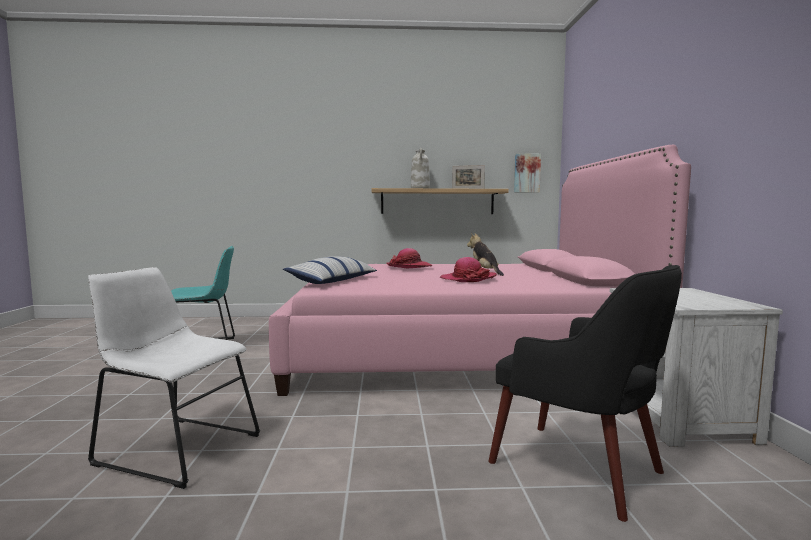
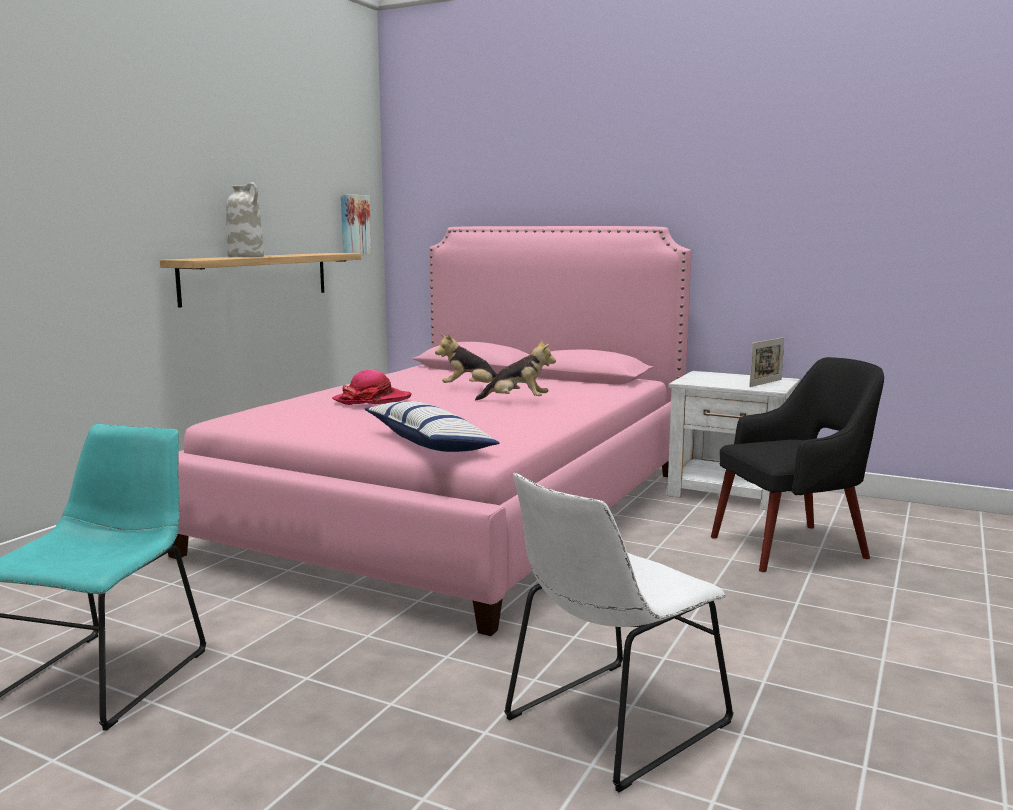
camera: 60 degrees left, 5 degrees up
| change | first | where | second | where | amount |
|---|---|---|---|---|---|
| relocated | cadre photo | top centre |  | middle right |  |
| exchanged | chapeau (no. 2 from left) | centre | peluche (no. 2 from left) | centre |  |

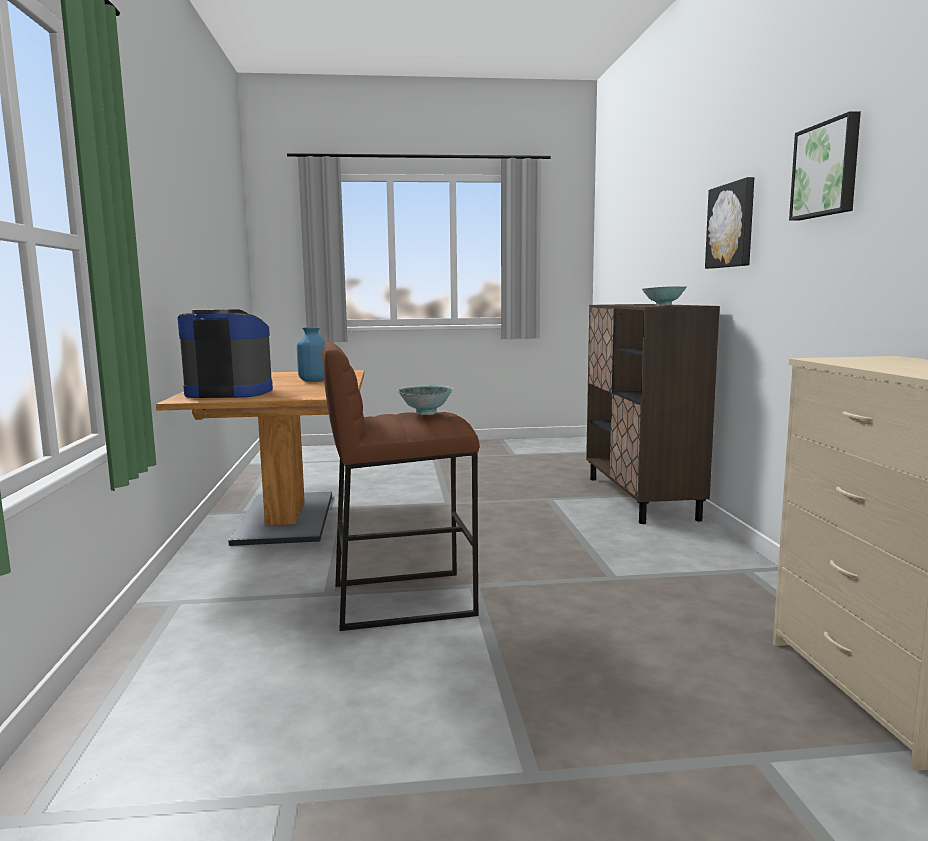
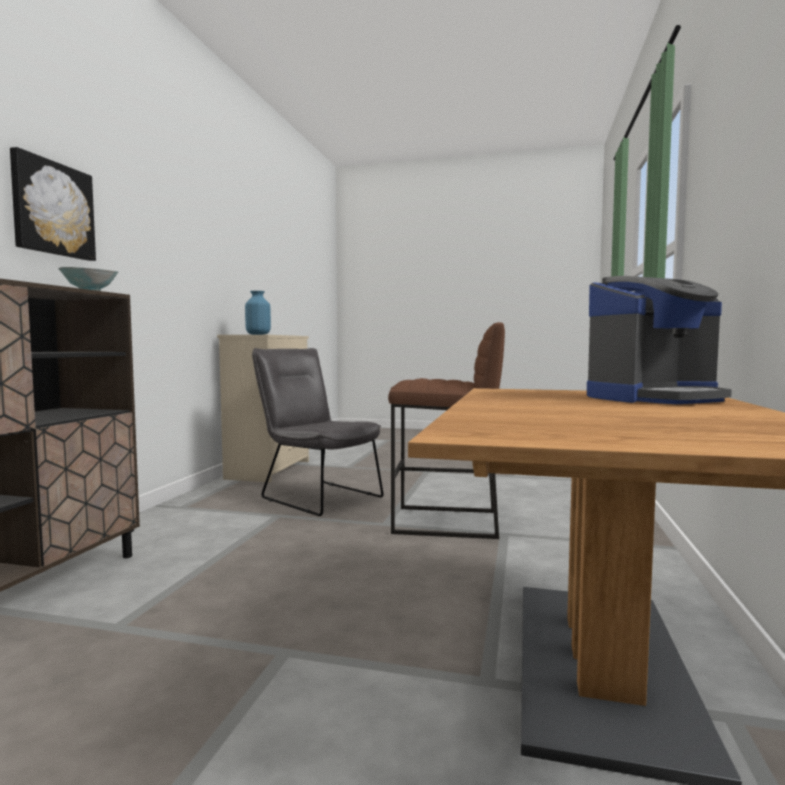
camera: 160 degrees left, 5 degrees down
| change | first | where | second | where | amount |
|---|---|---|---|---|---|
| missing | tableau (no. 2 from left) | top right |  |  |  |
| spun | machine à café | middle left |  | middle right | 45 degrees counterclockwise |
| relocated | vase (bleu) | centre |  | middle left |  |
| missing | bol (no. 1 from left) | centre |  |  |  |
| appeared |  |  | chaise (gris) | centre |  |

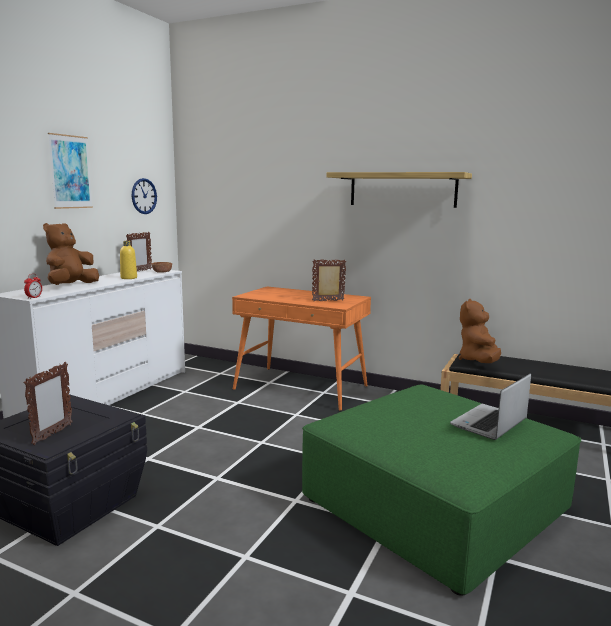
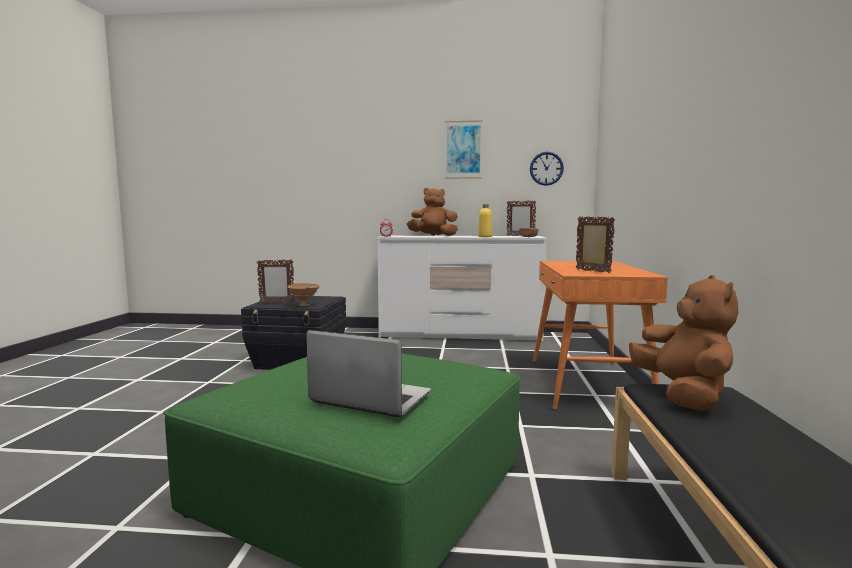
camera: 70 degrees right, 5 degrees down
| change | first | where | second | where | amount |
|---|---|---|---|---|---|
| missing | étagère | top centre |  |  |  |
| spun | peluche (marron) (no. 2 from left) | middle right |  | middle right | 90 degrees clockwise |
| appeared |  |  | bol (marron) (no. 1 from left) | centre |  |

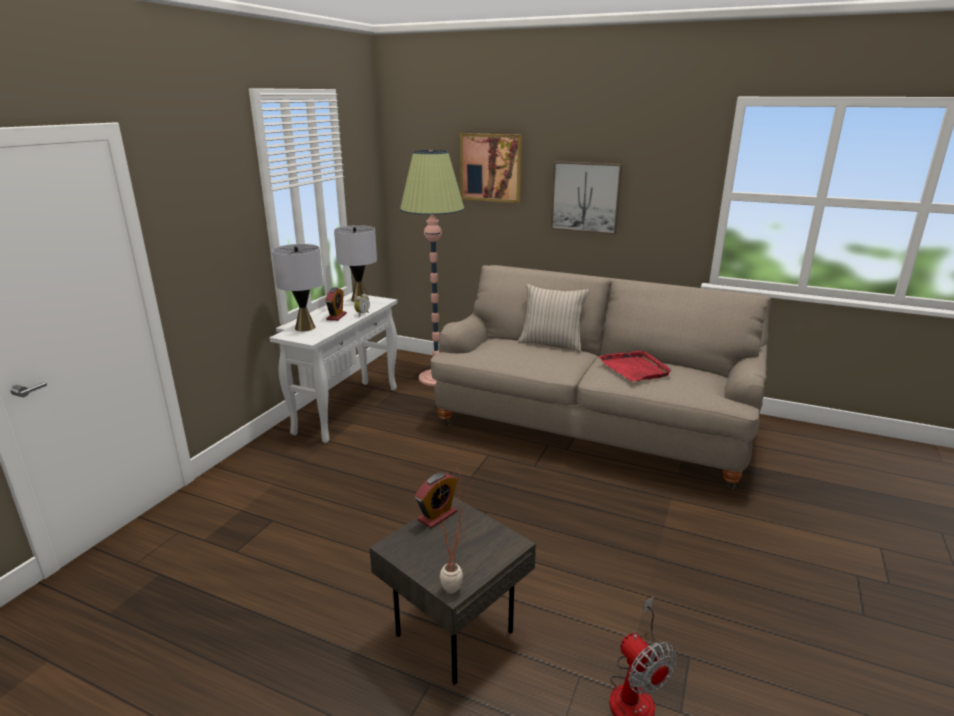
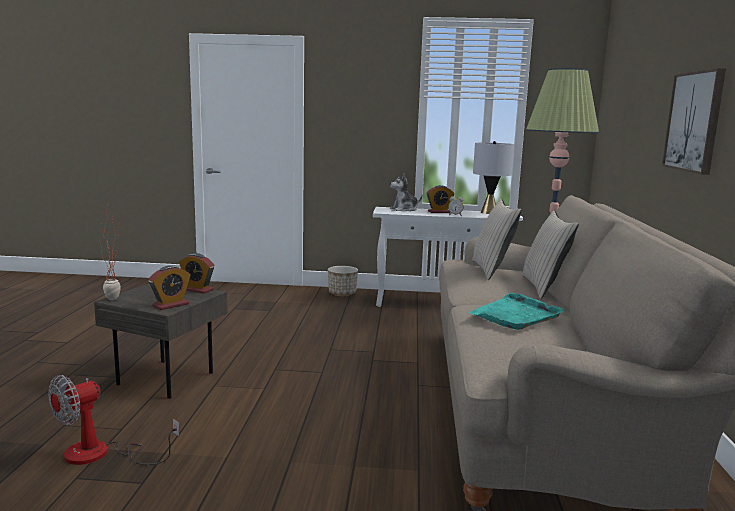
camera: 70 degrees right, 10 degrees down
| change | first | where | second | where | amount |
|---|---|---|---|---|---|
| missing | tableau (no. 1 from left) | top centre |  |  |  |
| exchanged | lampe de table (gris) (no. 1 from left) | middle left | peluche | centre |  |
| colour | plateau (rouge) | centre | plateau (turquoise) | middle right |  |
| appeared |  |  | coussin (beige) (no. 1 from left) | middle right |  |
| appeared |  |  | réveil (no. 1 from left) | middle left |  |
| appeared |  |  | cache-pot | centre |  |

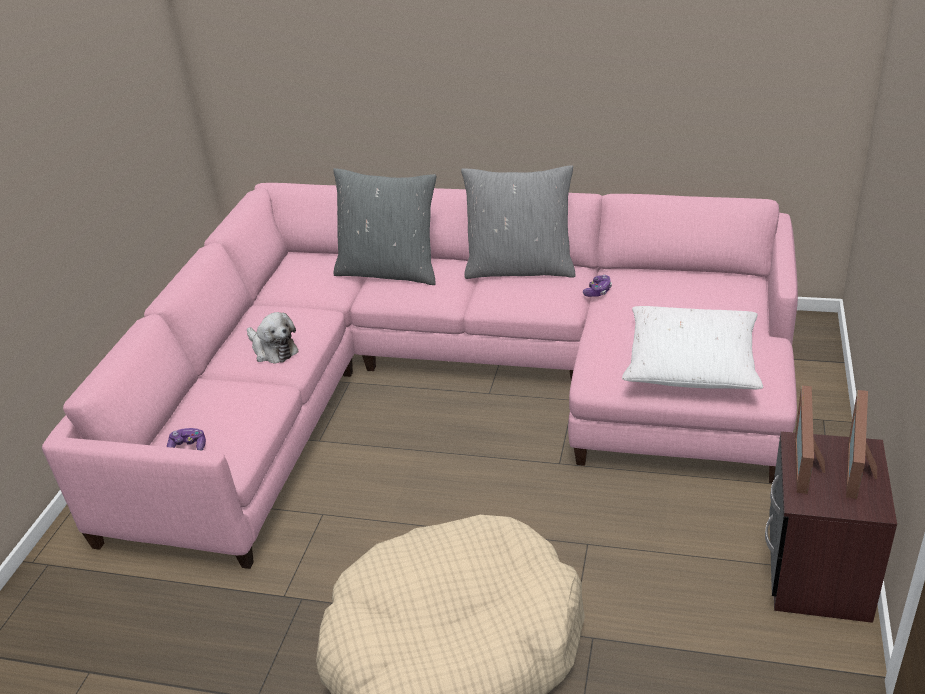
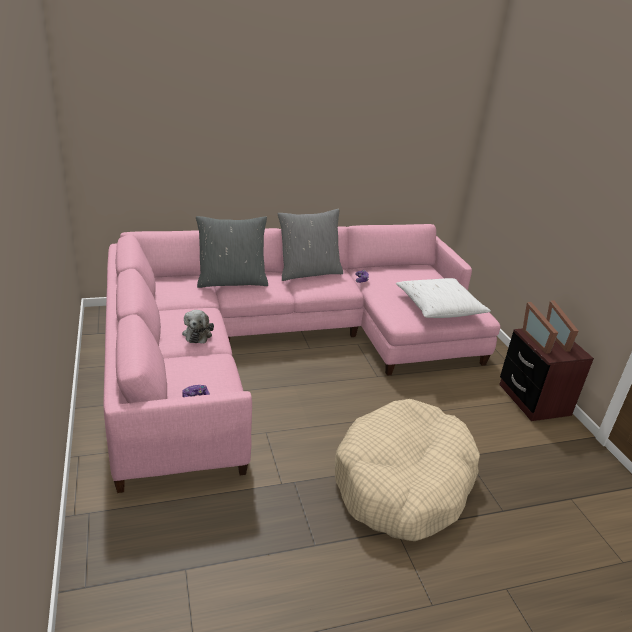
camera: 35 degrees left, 5 degrees down
| change | first | where | second | where | amount |
|---|---|---|---|---|---|
| spun | peluche | middle left |  | middle left | 75 degrees clockwise |

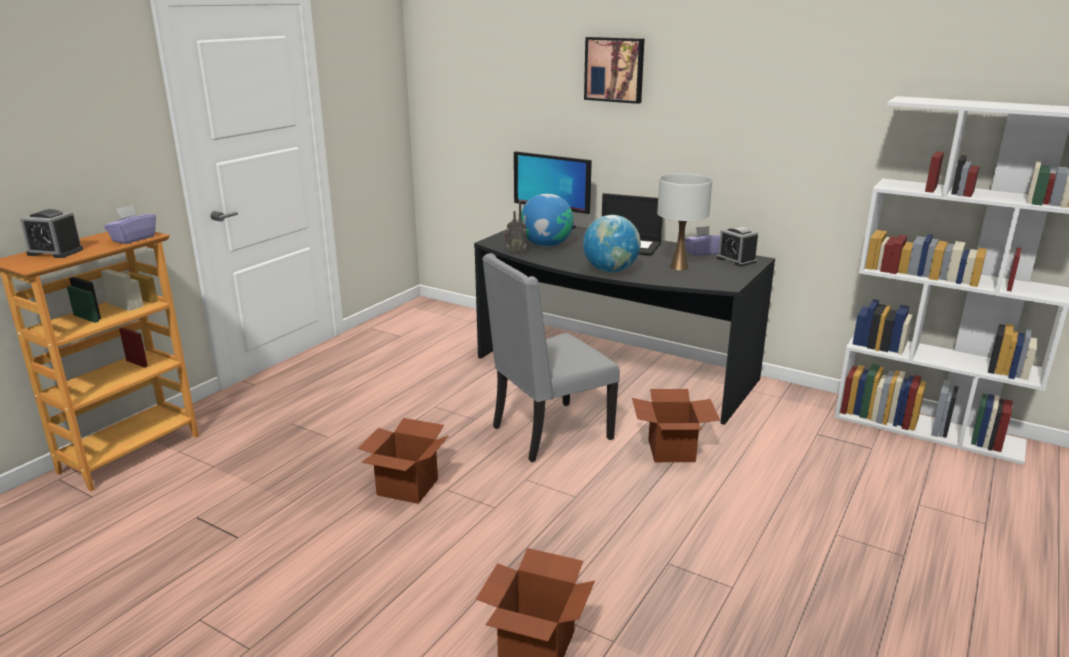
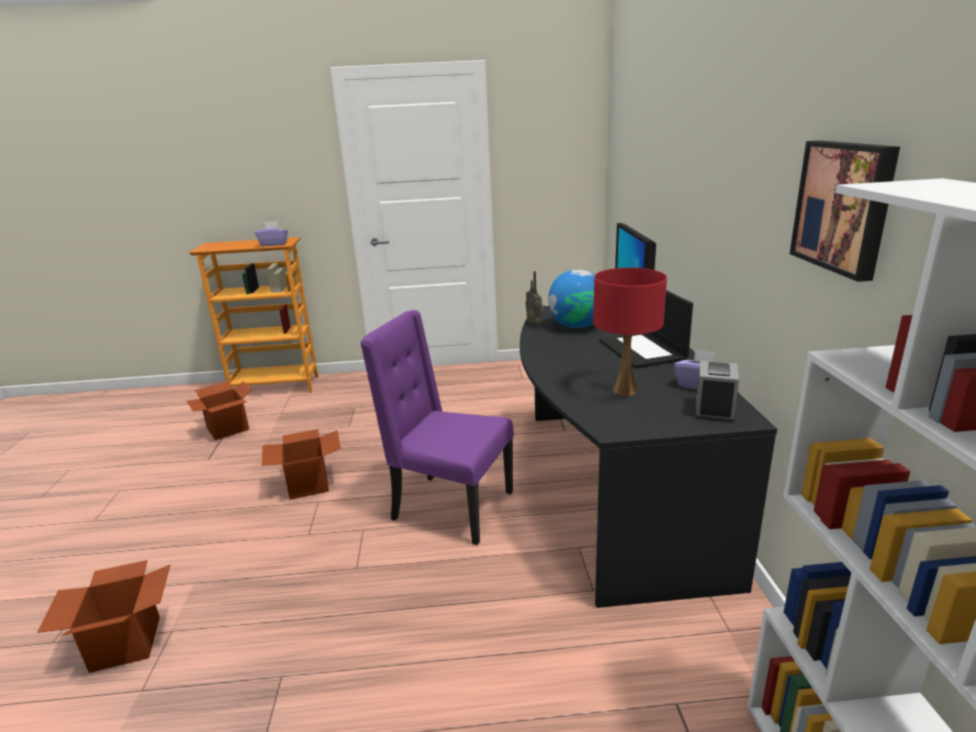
camera: 55 degrees right, 0 degrees up
| change | first | where | second | where | amount |
|---|---|---|---|---|---|
| relocated | tableau | top centre |  | top right |  |
| colour | lampe de table (blanc) | centre | lampe de table (rouge) | centre |  |
| missing | réveil (no. 1 from left) | middle left |  |  |  |
| missing | globe (no. 2 from left) | centre |  |  |  |
| colour | chaise (gris) | centre | chaise (violet) | centre |  |
| relocated | carton (no. 3 from left in the first image) | centre | carton (no. 2 from left) | middle left |  |

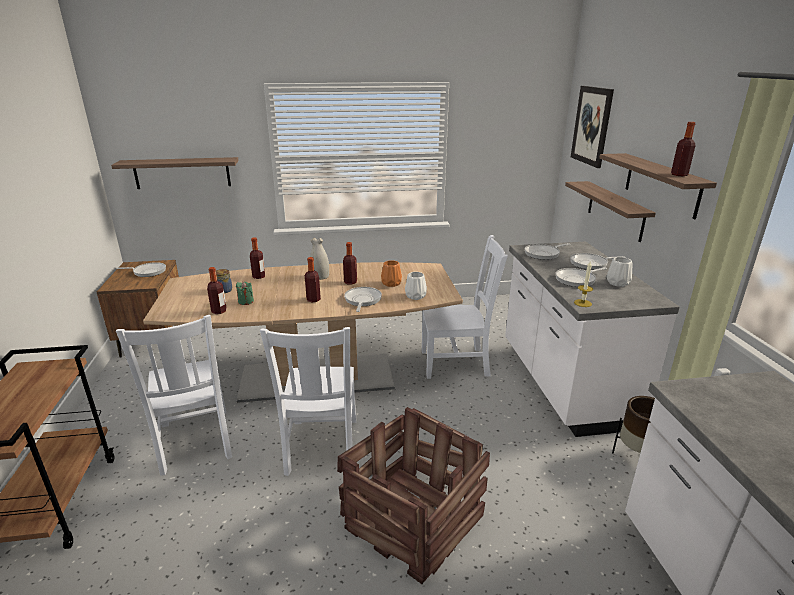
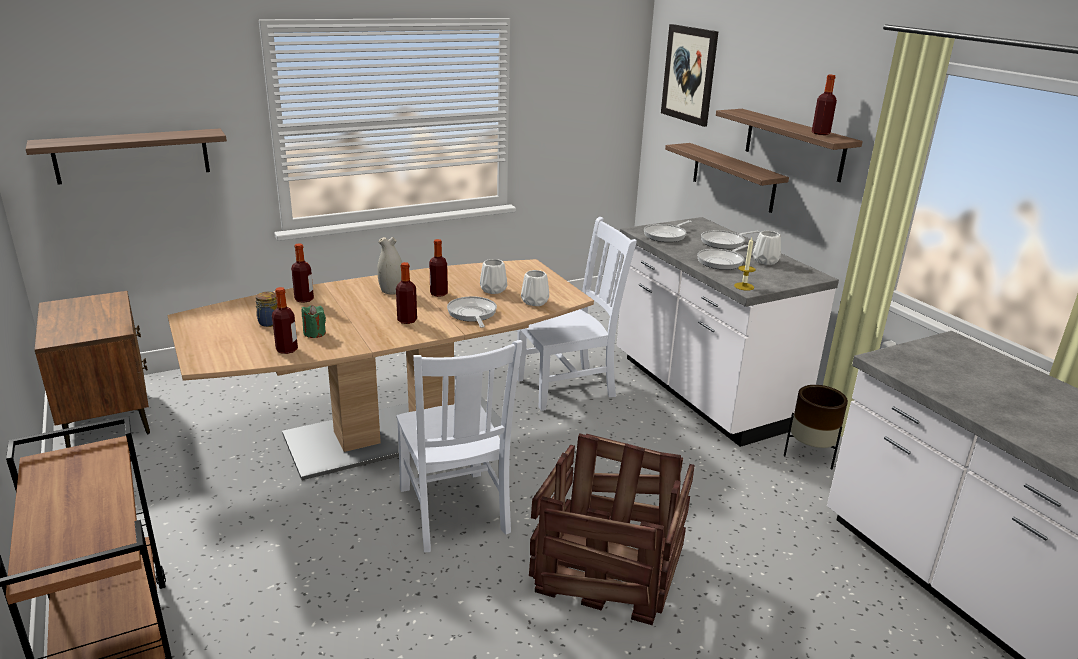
camera: 20 degrees left, 0 degrees up
| change | first | where | second | where | amount |
|---|---|---|---|---|---|
| colour | vase (orange) | centre | vase (blanc) (no. 2 from left) | centre |  |
| missing | poêle (no. 1 from left) | middle left |  |  |  |
| missing | chaise (blanc) (no. 1 from left) | middle left |  |  |  |

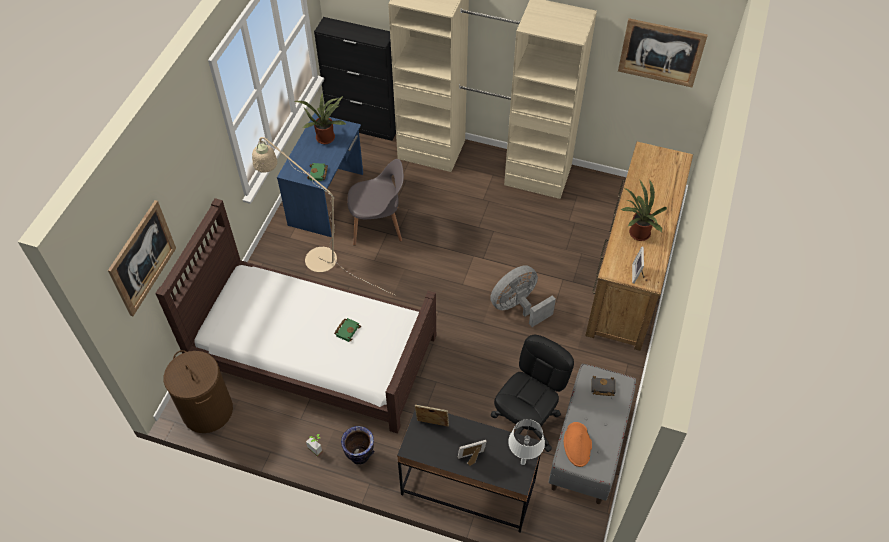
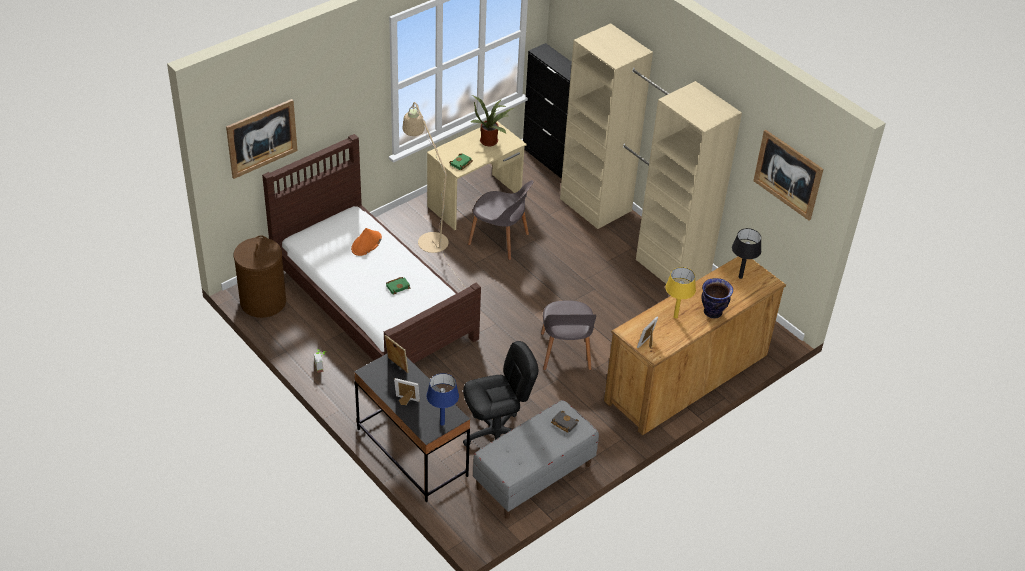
camera: 30 degrees right, 10 degrees down
| change | first | where | second | where | amount |
|---|---|---|---|---|---|
| colour | bureau (bleu) | top centre | bureau (beige) | top centre |  |
| exchanged | plante en pot (no. 3 from left) | middle right | lampe de table (jaune) | centre |  |
| exchanged | ventilateur (gris) | centre | chaise (gris) (no. 2 from left) | centre |  |
| colour | lampe de table (blanc) | bottom centre | lampe de table (bleu) | bottom centre |  |
| relocated | chapeau (orange) | bottom centre |  | centre |  |
| relocated | vase | bottom centre |  | middle right |  |
| appeared |  |  | lampe de table (noir) | middle right |  |

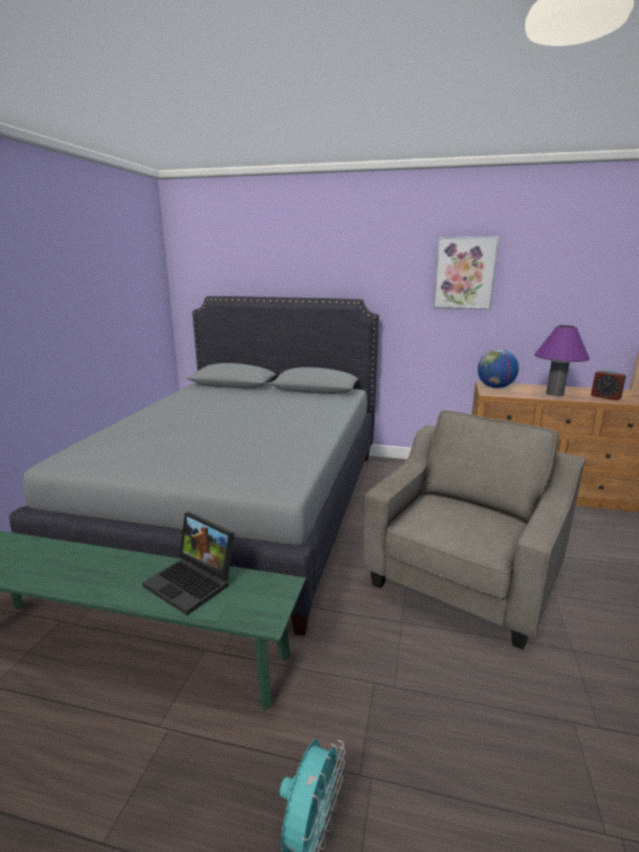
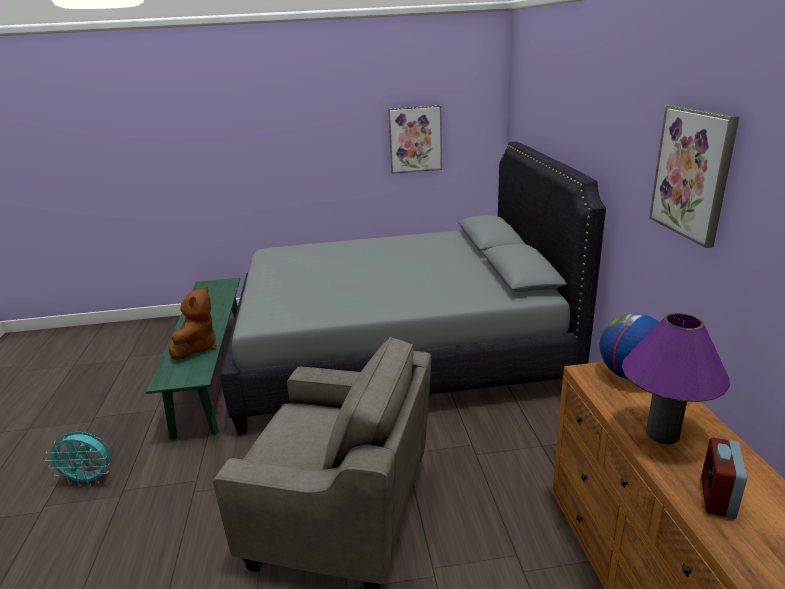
camera: 70 degrees right, 5 degrees up
| change | first | where | second | where | amount |
|---|---|---|---|---|---|
| exchanged | ordinateur portable | middle left | peluche (marron) | middle left |  |
| appeared |  |  | tableau (no. 1 from left) | top centre |  |

